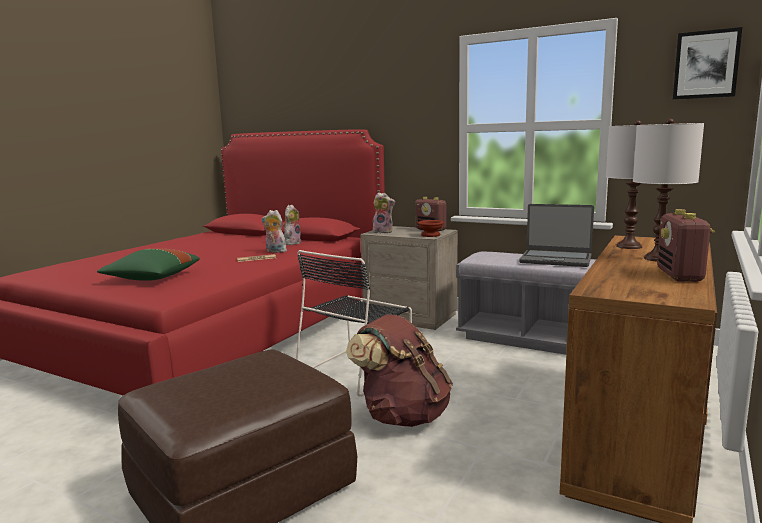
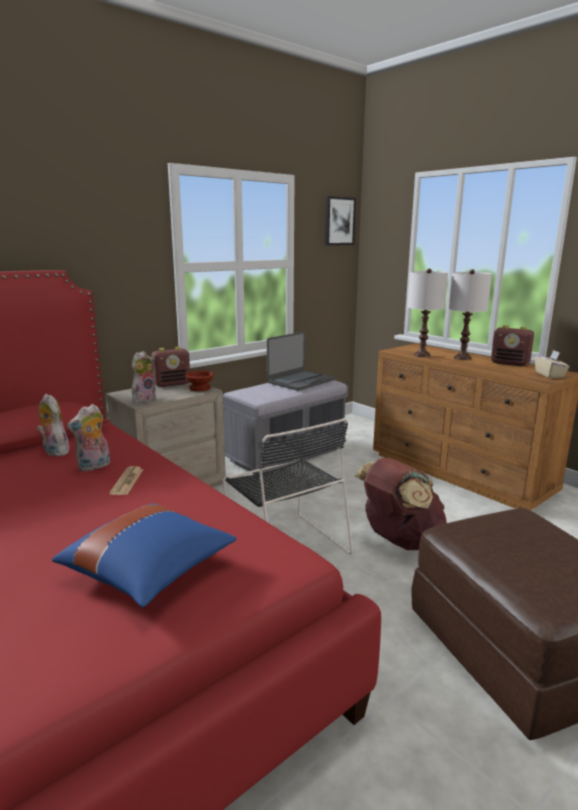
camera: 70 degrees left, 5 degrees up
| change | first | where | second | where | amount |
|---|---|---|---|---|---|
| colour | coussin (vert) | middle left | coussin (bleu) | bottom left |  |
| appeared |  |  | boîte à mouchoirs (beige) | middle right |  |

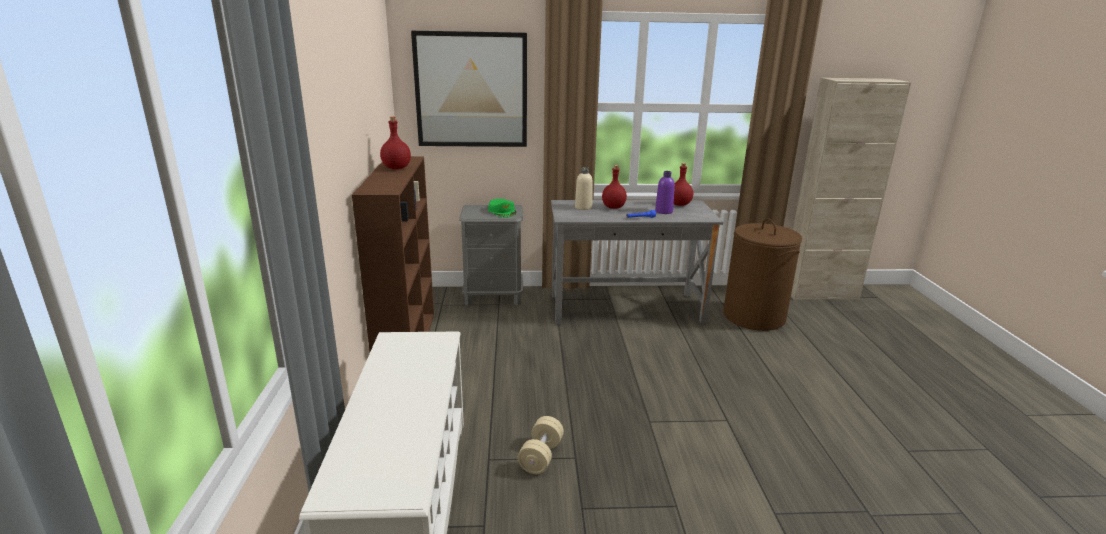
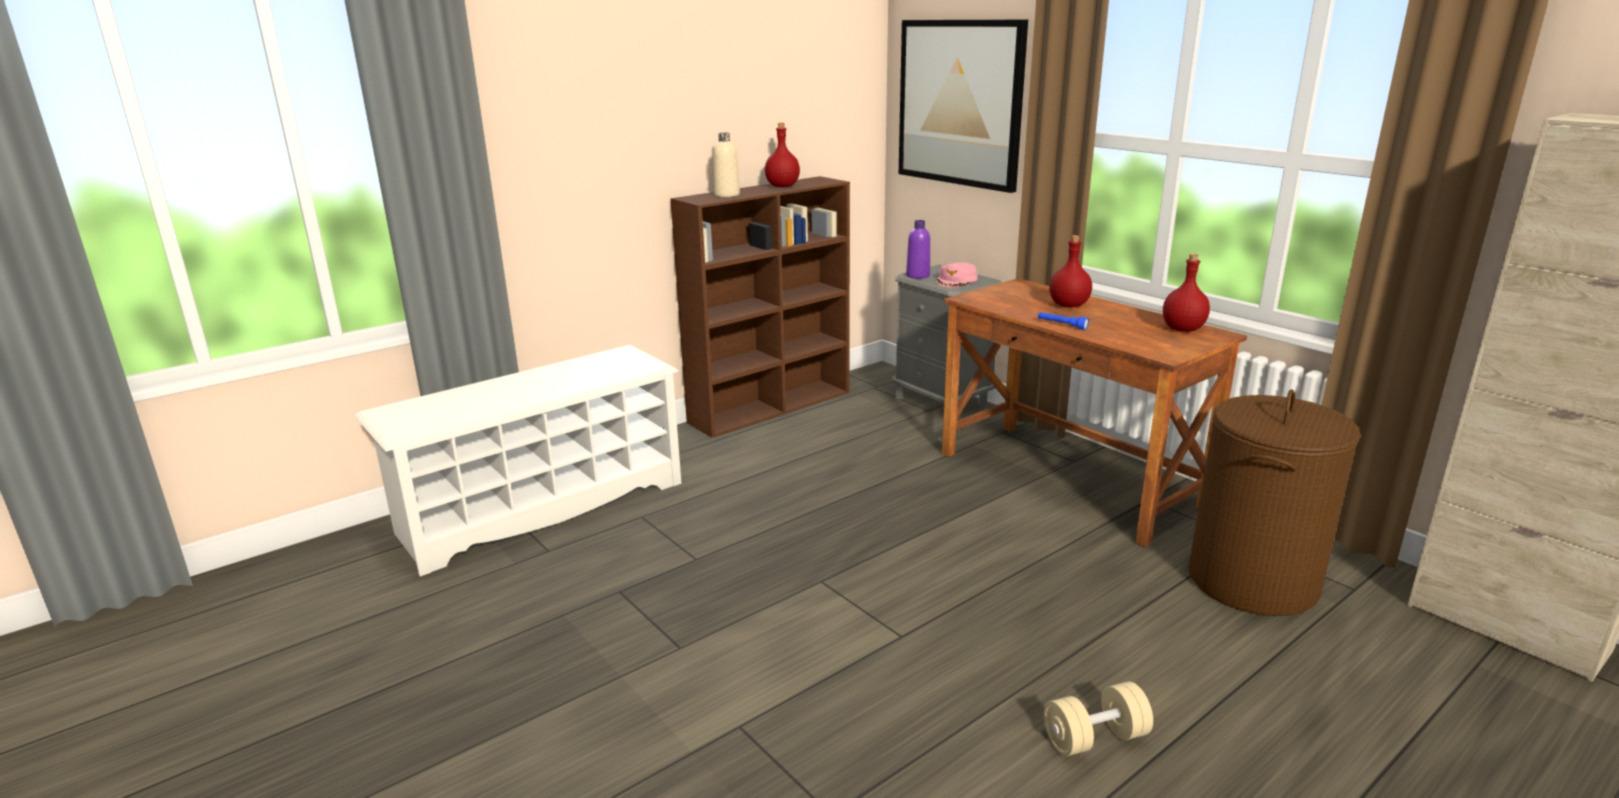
camera: 55 degrees right, 0 degrees up
| change | first | where | second | where | amount |
|---|---|---|---|---|---|
| relocated | bouteille (beige) | centre |  | top centre |  |
| relocated | bouteille (violet) | centre |  | top centre |  |
| colour | casquette (vert) | centre | casquette (rose) | centre |  |
| colour | bureau (gris) | centre | bureau (marron) | middle right |  |
| relocated | haltère (beige) | bottom centre |  | bottom right |  |

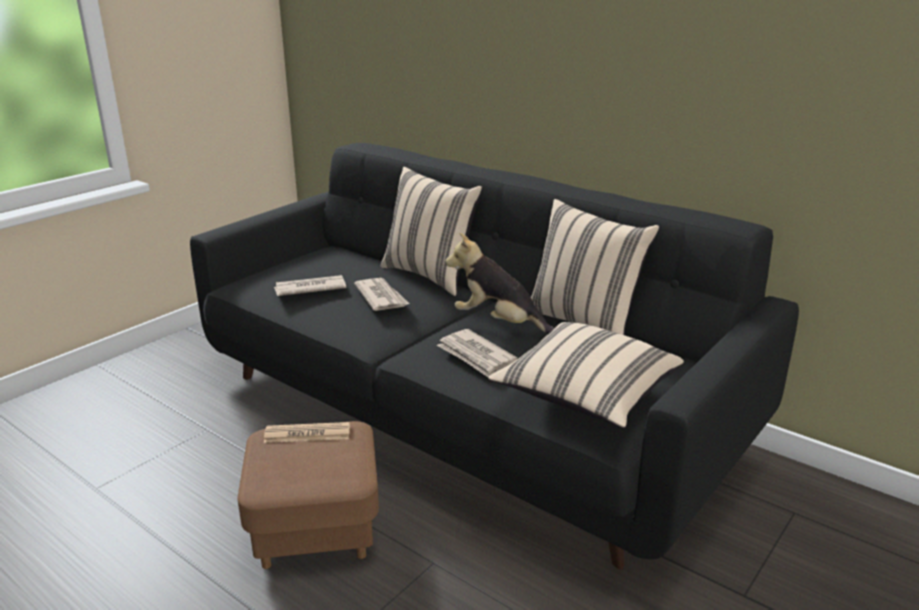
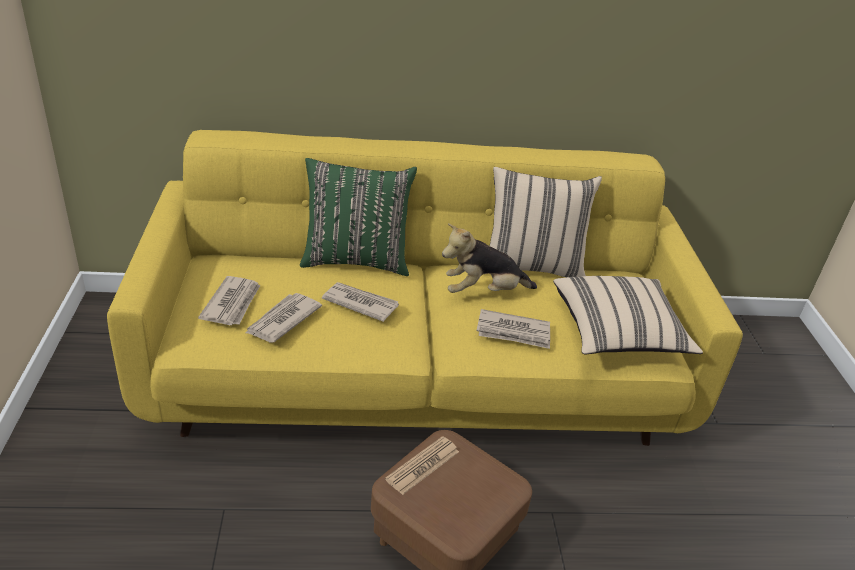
camera: 45 degrees left, 10 degrees up
| change | first | where | second | where | amount |
|---|---|---|---|---|---|
| colour | canapé (noir) | centre | canapé (jaune) | centre |  |
| colour | coussin (beige) (no. 1 from left) | centre | coussin (vert) | centre |  |
| appeared |  |  | journal (no. 1 from left) | middle left |  |

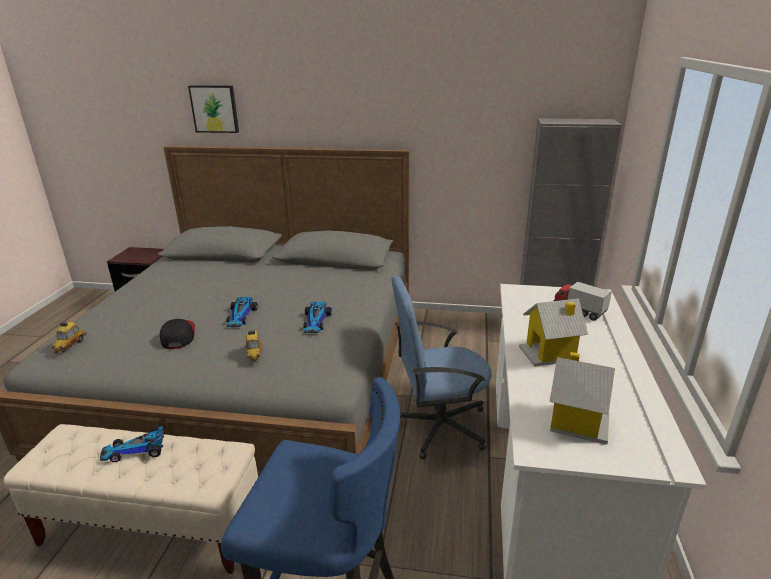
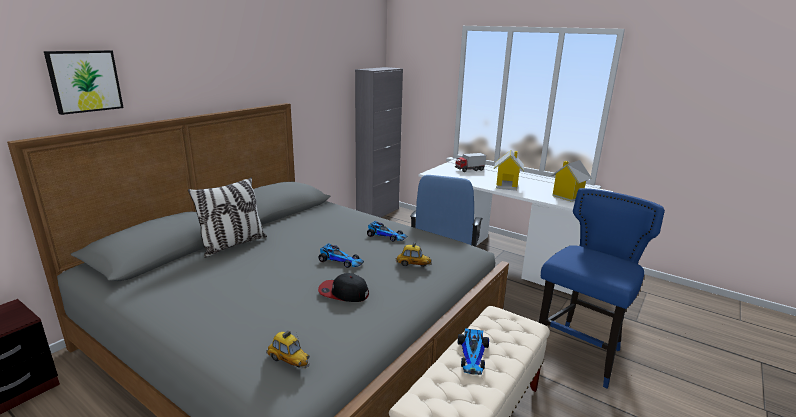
camera: 65 degrees left, 5 degrees down
| change | first | where | second | where | amount |
|---|---|---|---|---|---|
| appeared |  |  | coussin | middle left |  |

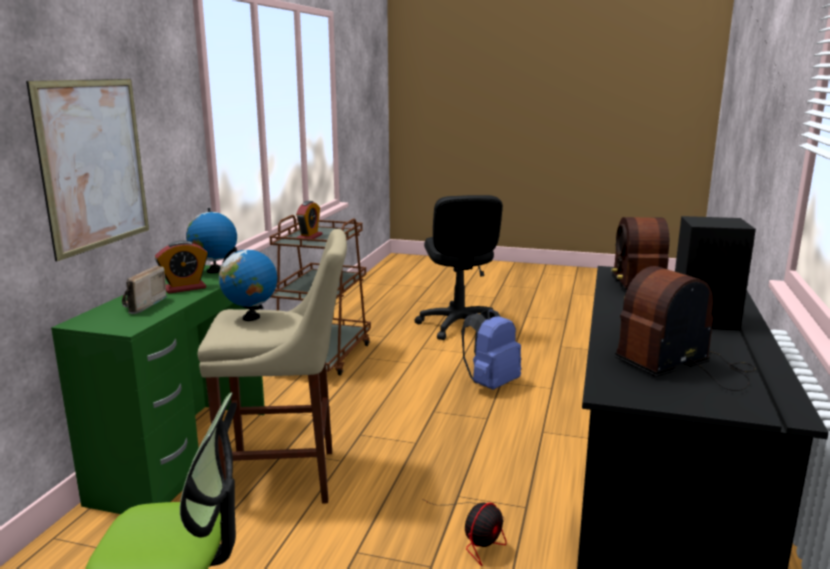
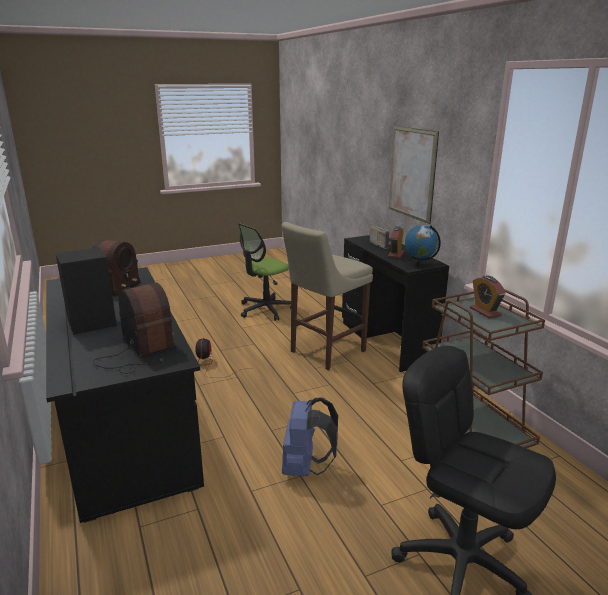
camera: 140 degrees right, 5 degrees up
| change | first | where | second | where | amount |
|---|---|---|---|---|---|
| missing | globe (no. 2 from left) | middle left |  |  |  |
| colour | bureau (vert) | bottom left | bureau (noir) (no. 2 from left) | centre |  |

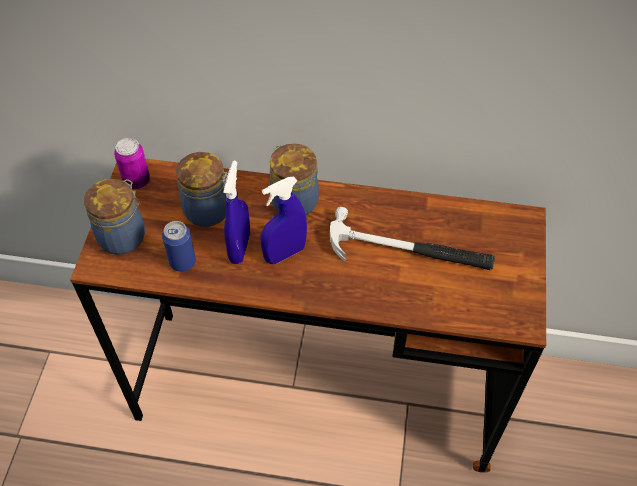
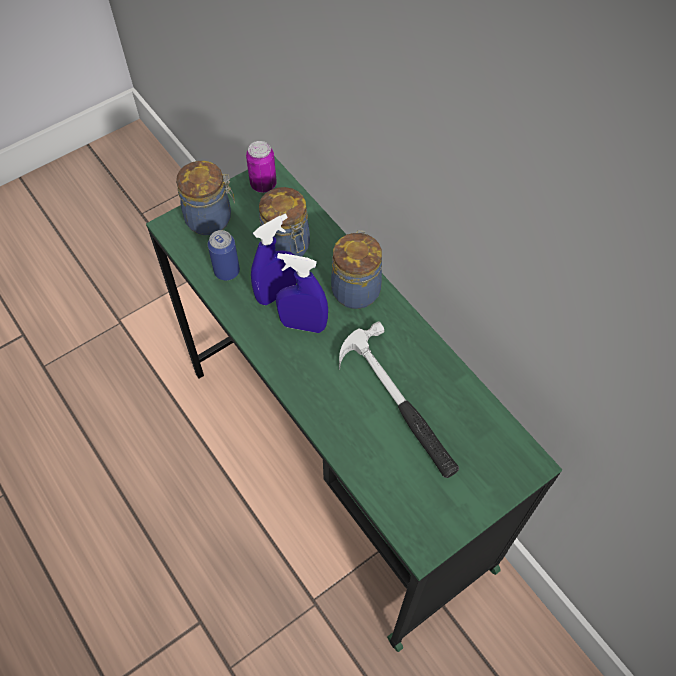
camera: 45 degrees right, 5 degrees up
| change | first | where | second | where | amount |
|---|---|---|---|---|---|
| colour | bureau (marron) | centre | bureau (vert) | centre |  |

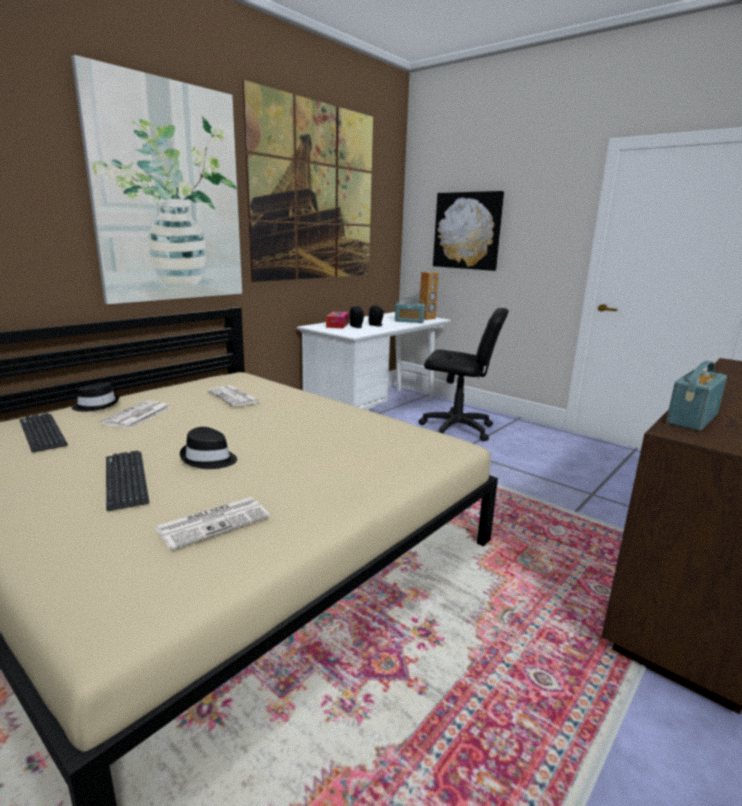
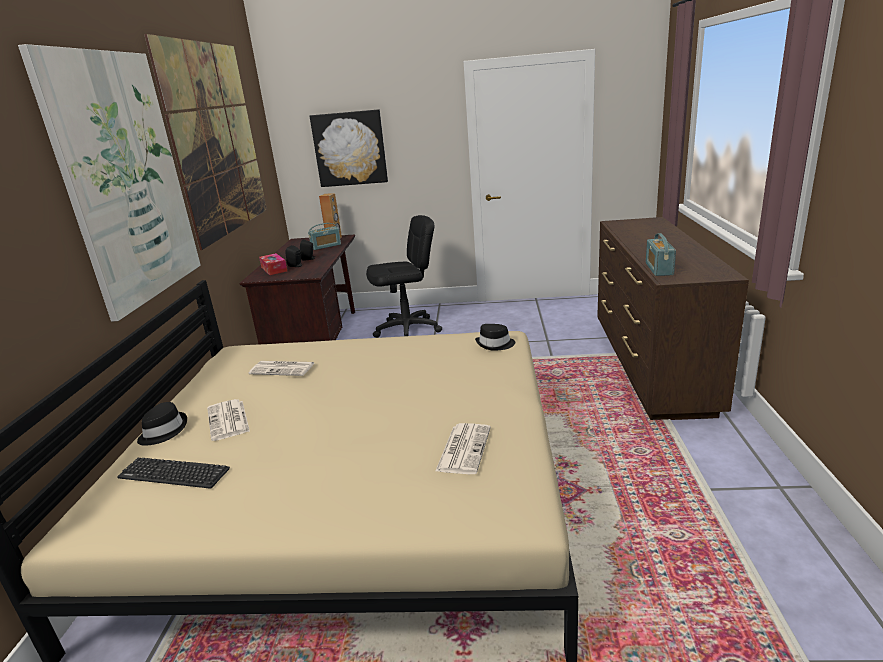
camera: 35 degrees left, 5 degrees up
| change | first | where | second | where | amount |
|---|---|---|---|---|---|
| colour | bureau (blanc) | centre | bureau (marron) | centre |  |
| relocated | chapeau (noir) (no. 2 from left) | middle left |  | centre |  |
| missing | clavier (no. 2 from left) | middle left |  |  |  |

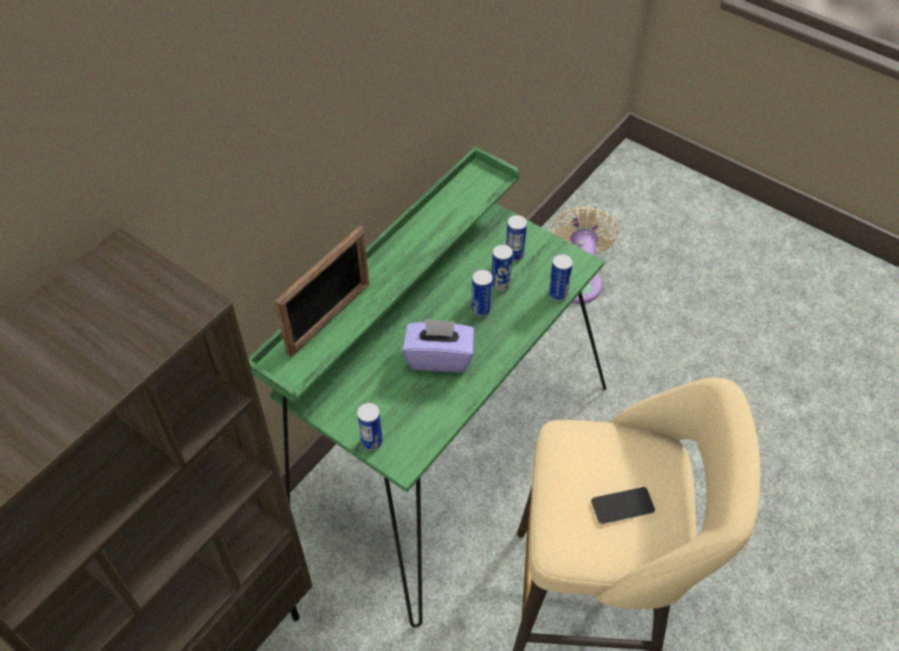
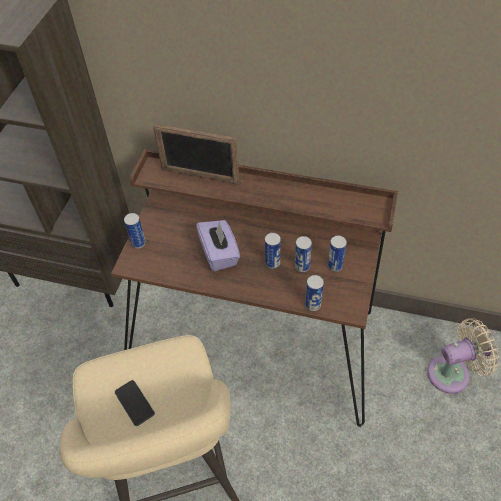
camera: 70 degrees right, 0 degrees up
| change | first | where | second | where | amount |
|---|---|---|---|---|---|
| colour | bureau (vert) | centre | bureau (marron) | centre |  |

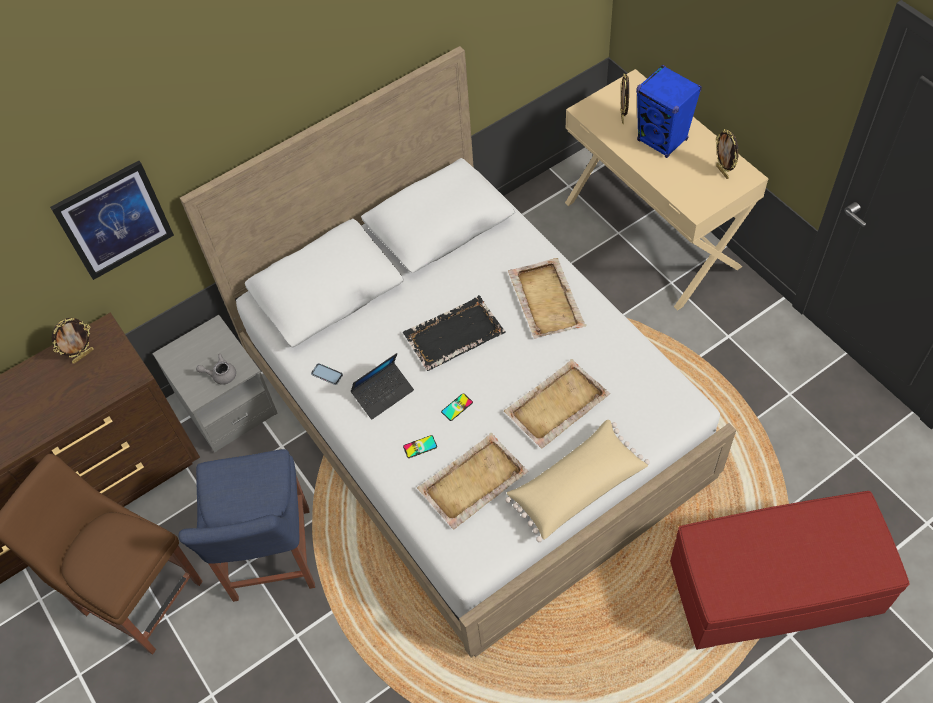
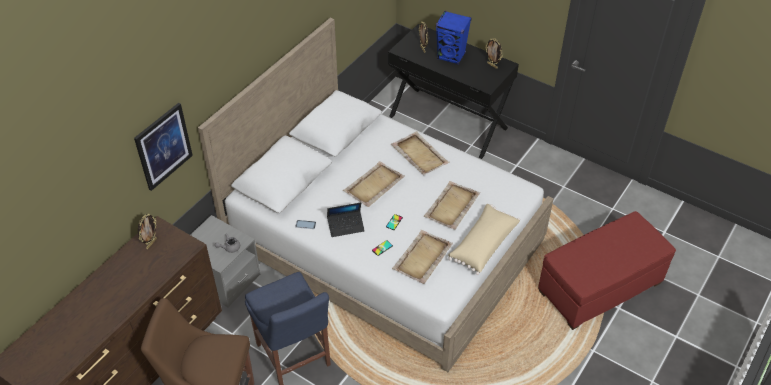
camera: 25 degrees left, 10 degrees down
| change | first | where | second | where | amount |
|---|---|---|---|---|---|
| colour | bureau (beige) | top right | bureau (noir) | top centre |  |
| colour | plateau (noir) | centre | plateau (beige) (no. 1 from left) | centre |  |
| spun | ordinateur portable | centre |  | centre | 45 degrees clockwise |

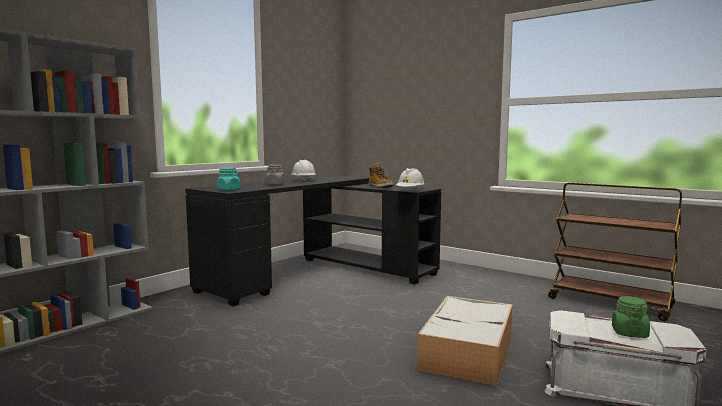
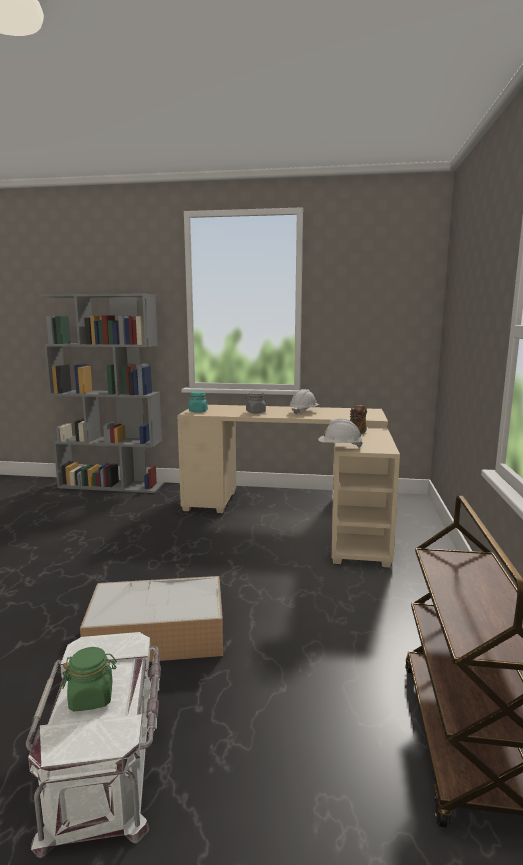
camera: 60 degrees right, 5 degrees up
| change | first | where | second | where | amount |
|---|---|---|---|---|---|
| colour | bureau (noir) | centre | bureau (beige) | centre |  |

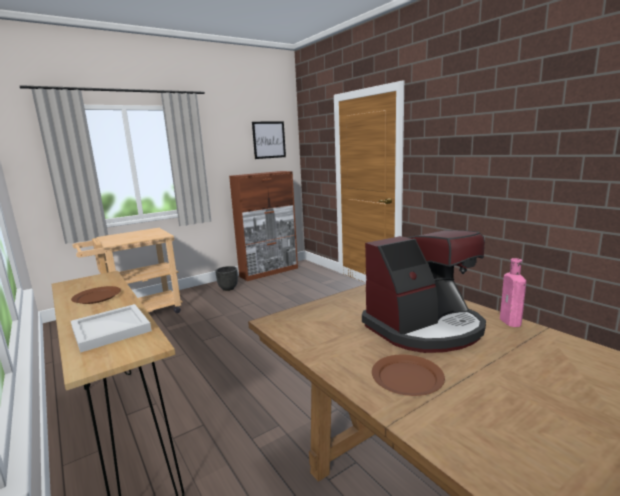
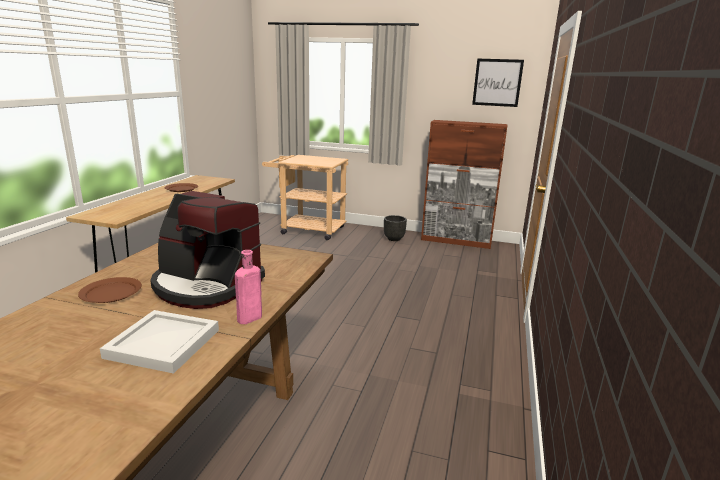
camera: 50 degrees right, 5 degrees up
| change | first | where | second | where | amount |
|---|---|---|---|---|---|
| relocated | plateau (blanc) | middle left |  | bottom left |  |

